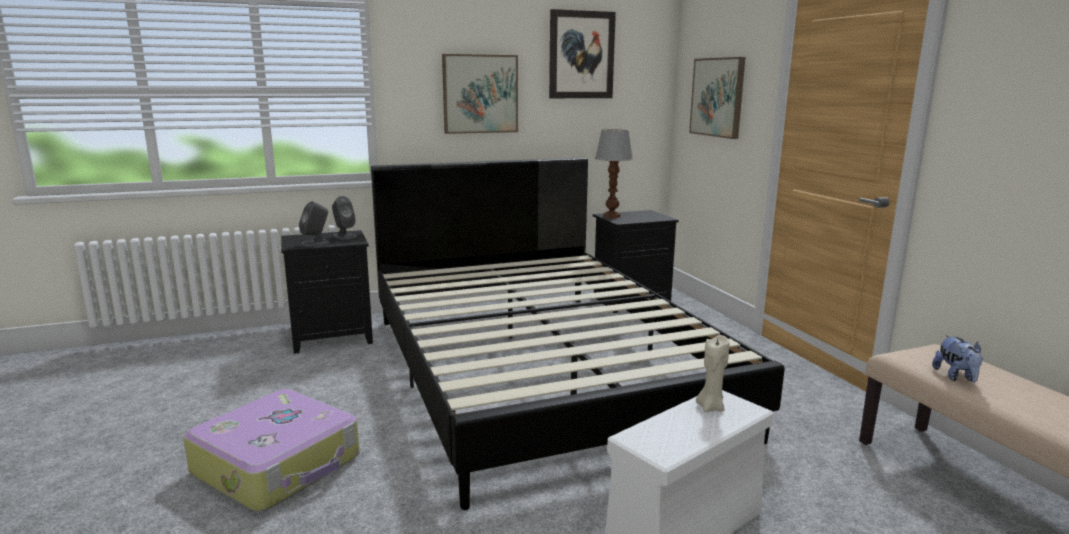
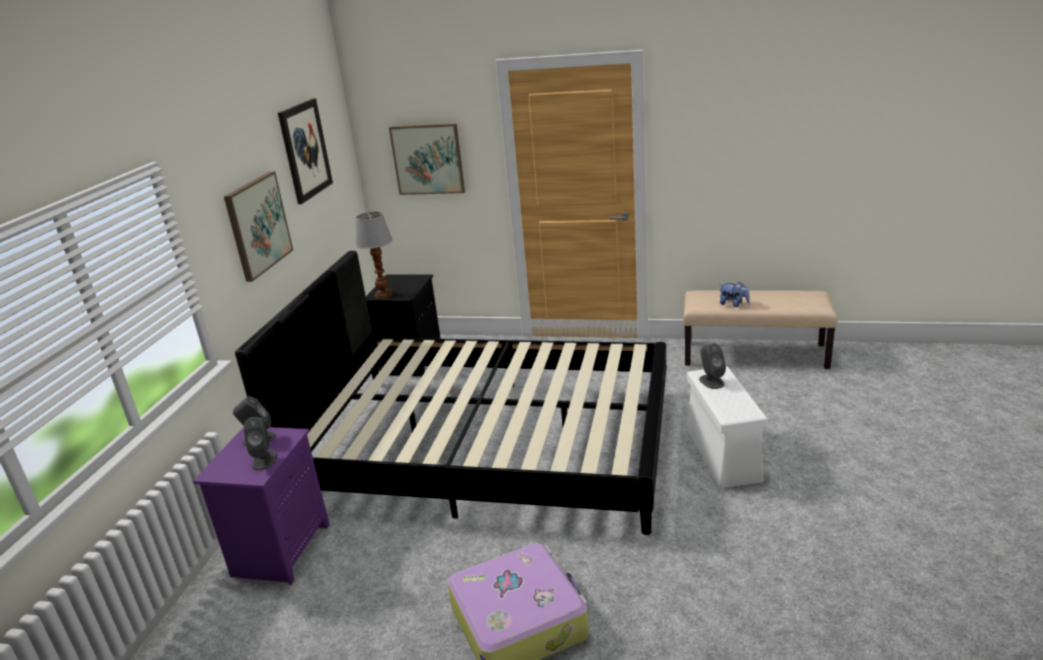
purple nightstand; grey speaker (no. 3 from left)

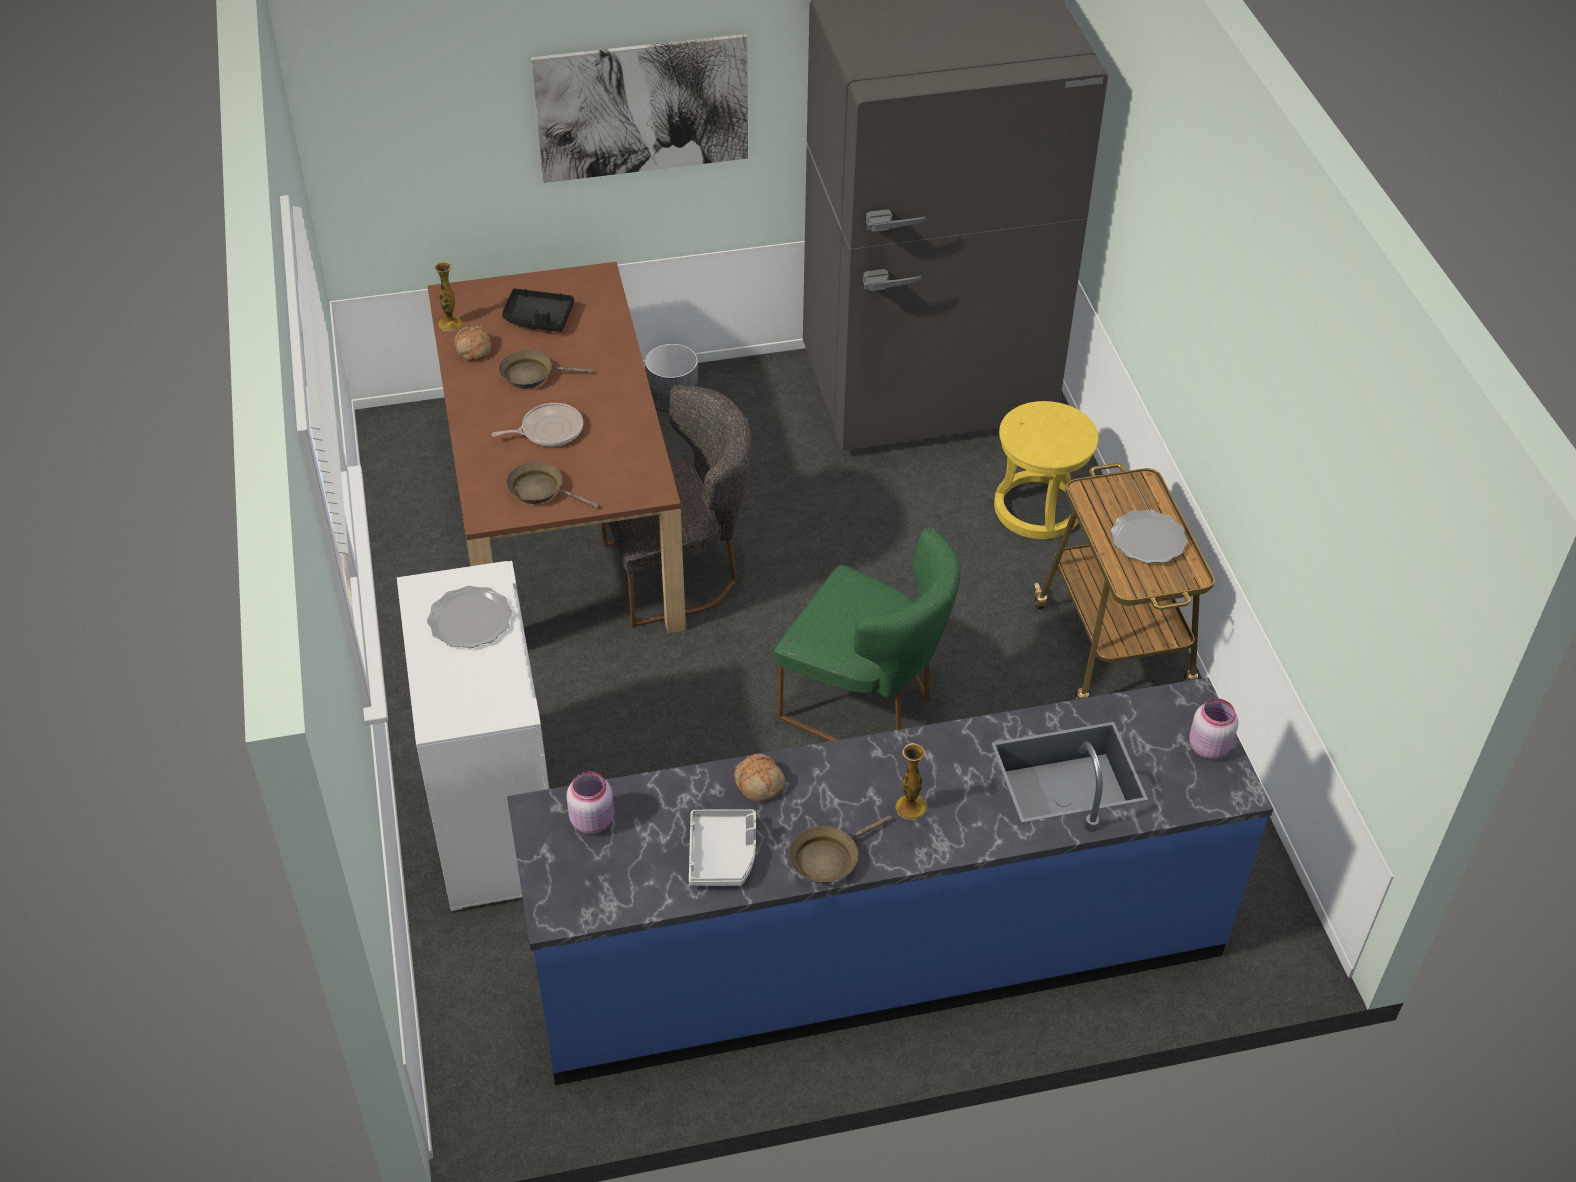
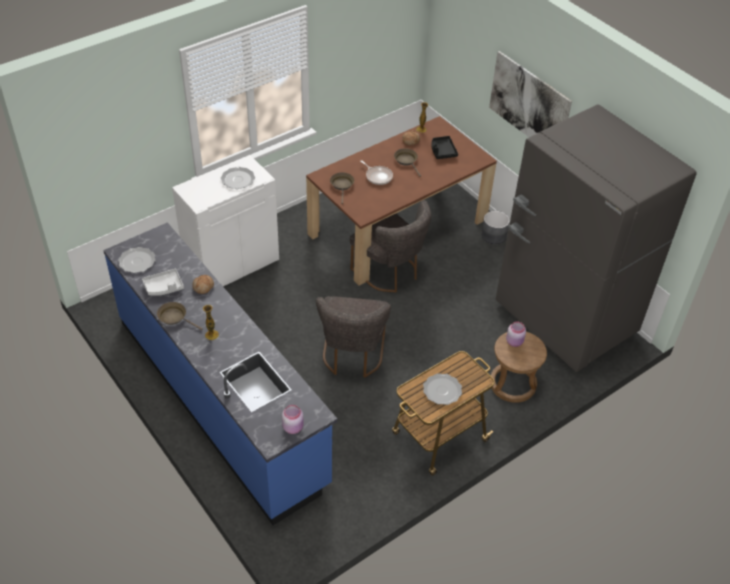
plate (no. 1 from left); grey chair (no. 1 from left); brown stool; pink jar (no. 2 from left)

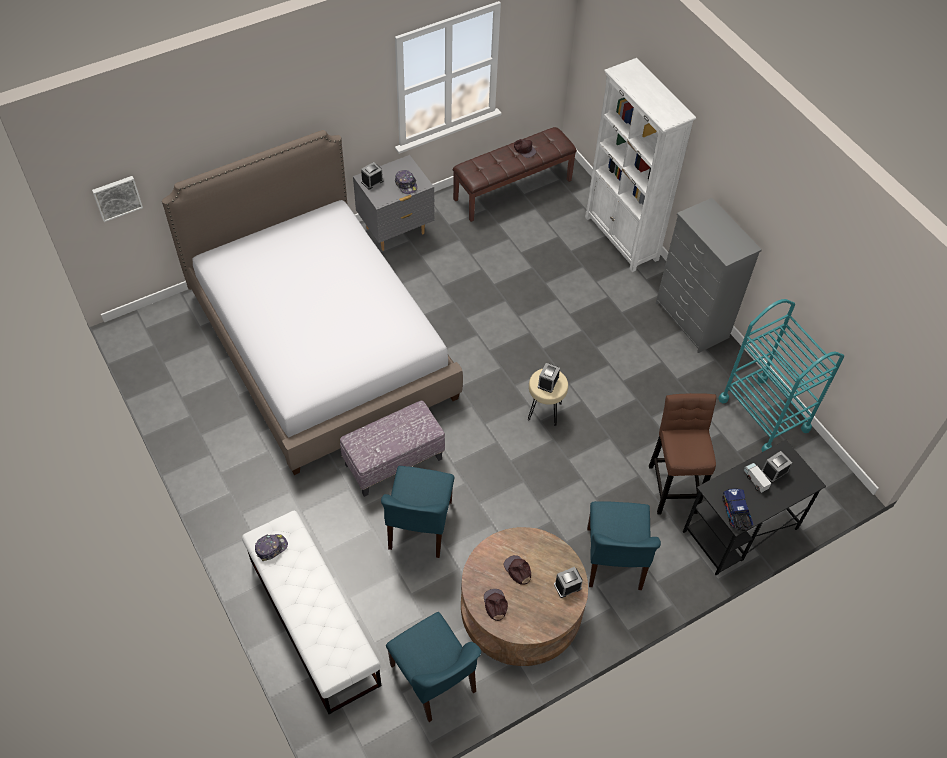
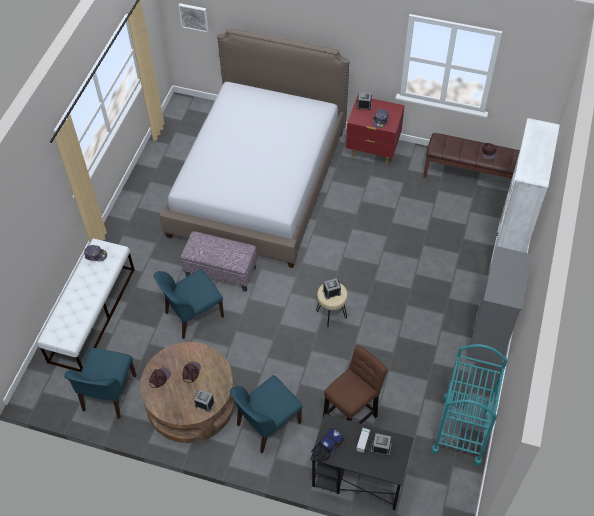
red nightstand

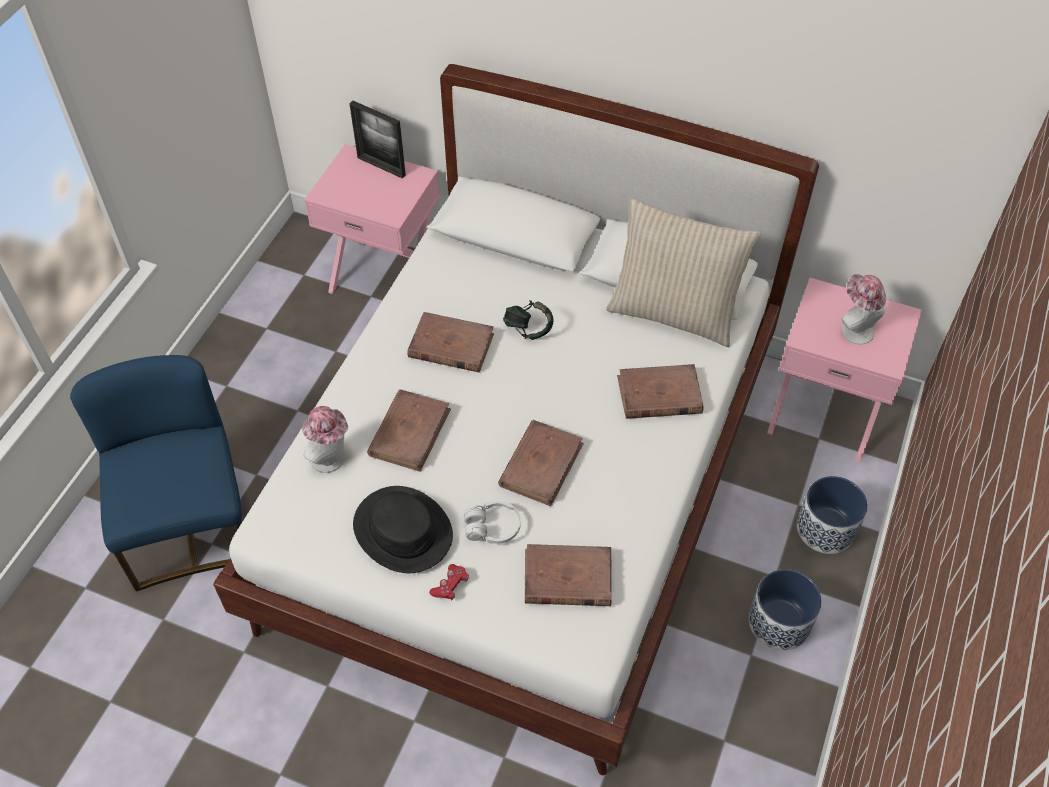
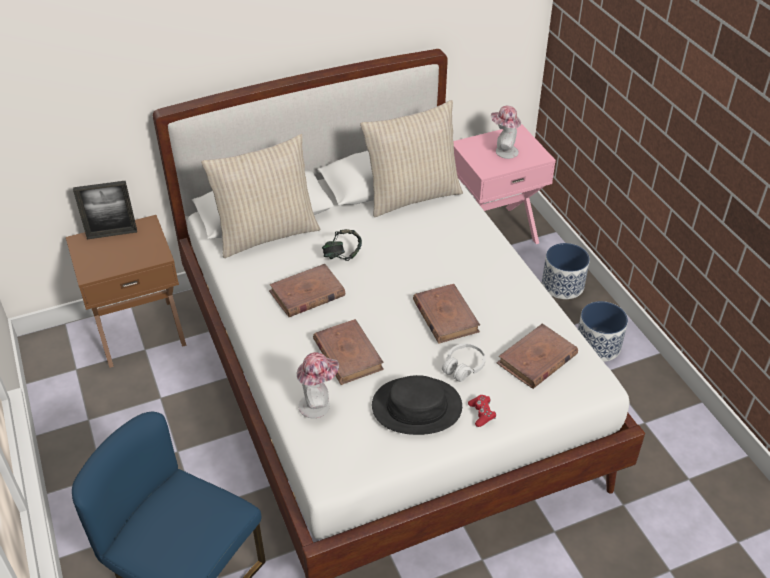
brown nightstand; beige pillow (no. 1 from left); brown book (no. 5 from left in the first image)

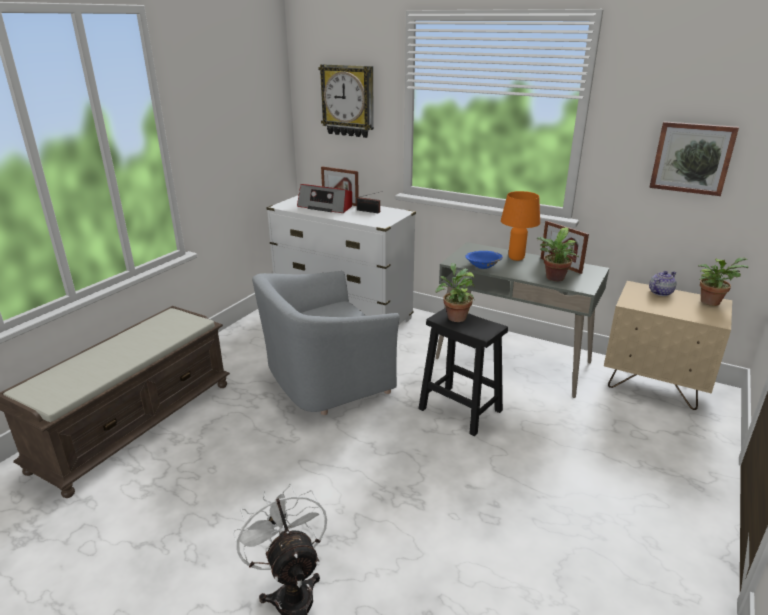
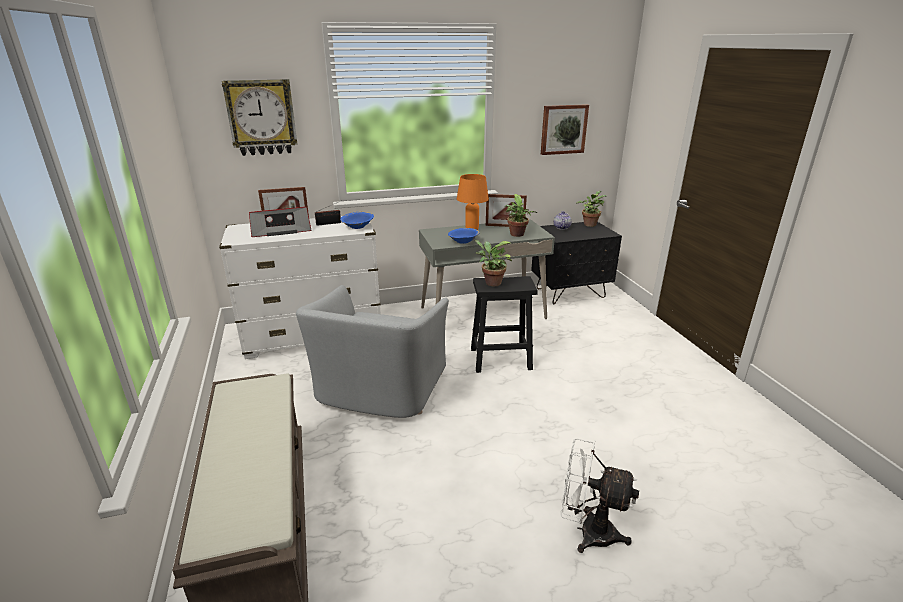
blue bowl (no. 1 from left); black nightstand

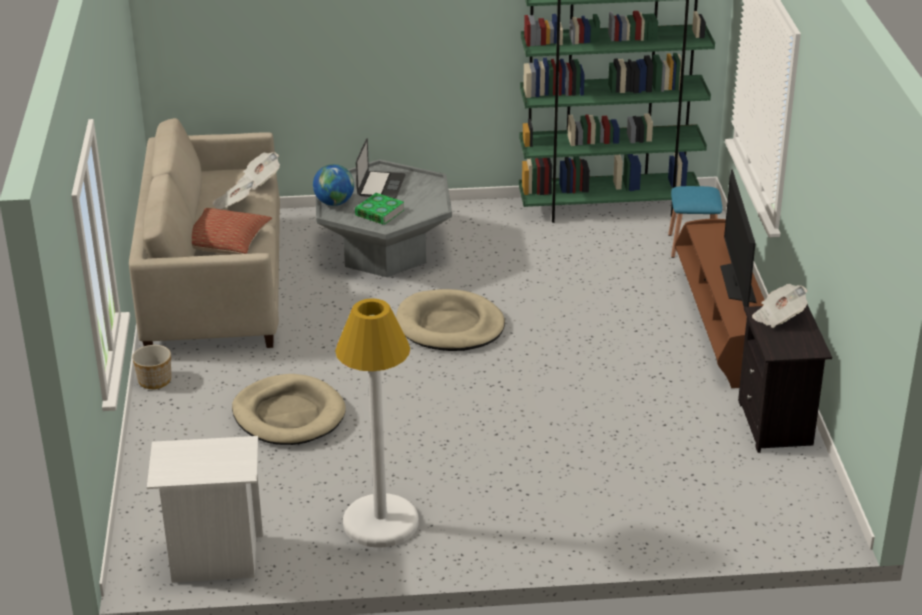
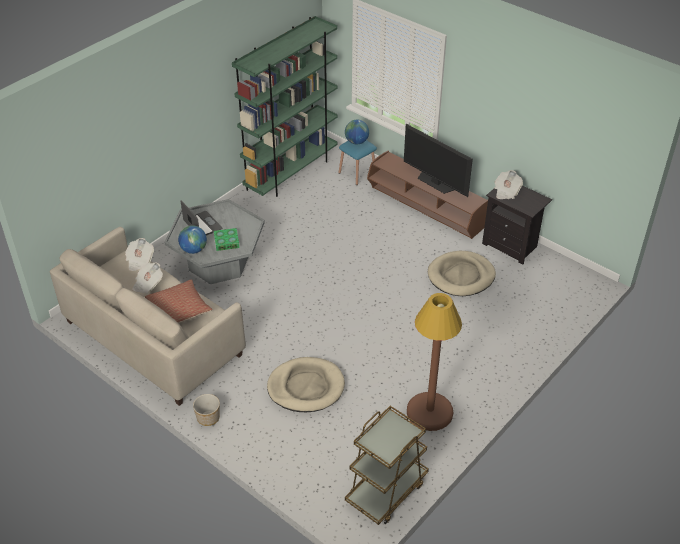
globe (no. 2 from left); brown cart; brown floor lamp; beige dog bed (no. 2 from left)

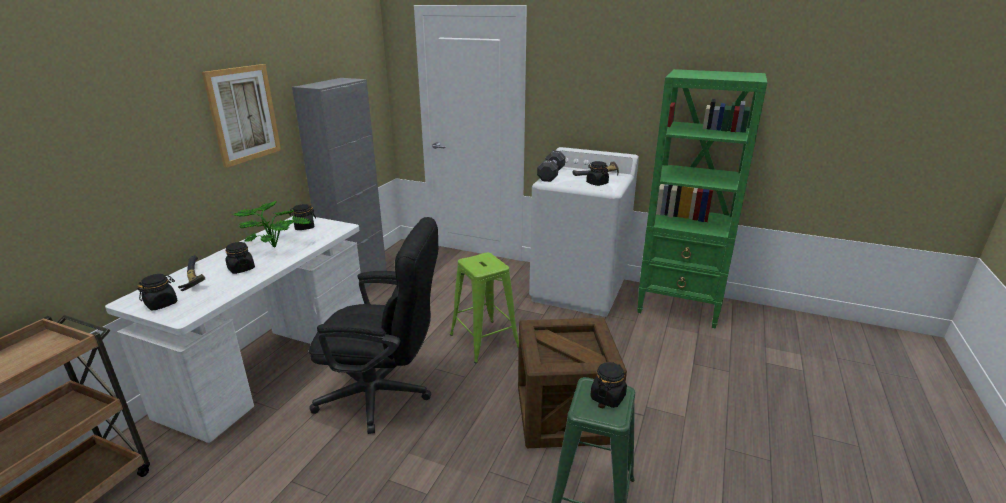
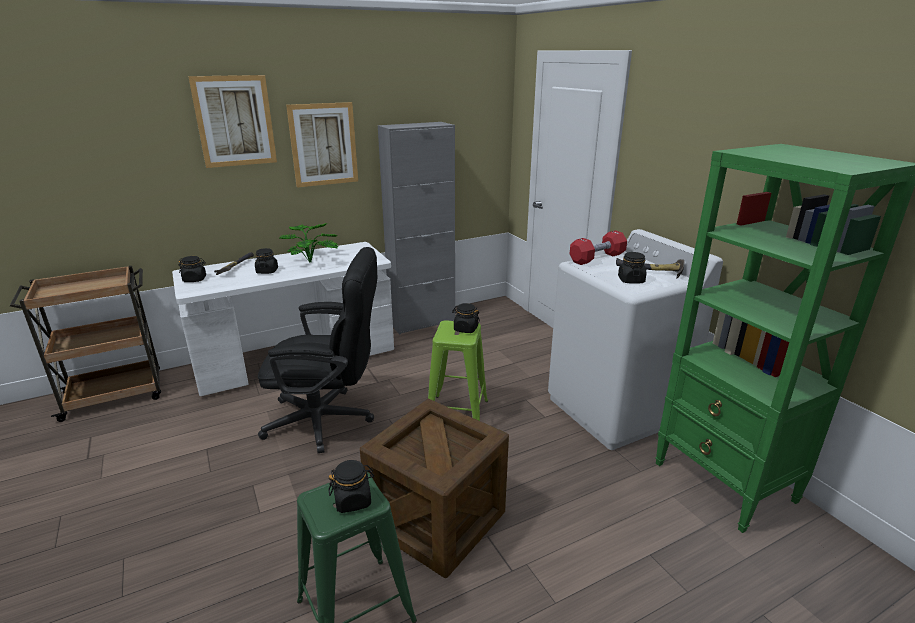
picture (no. 1 from left); black office chair; black jar (no. 4 from left); red dumbbell

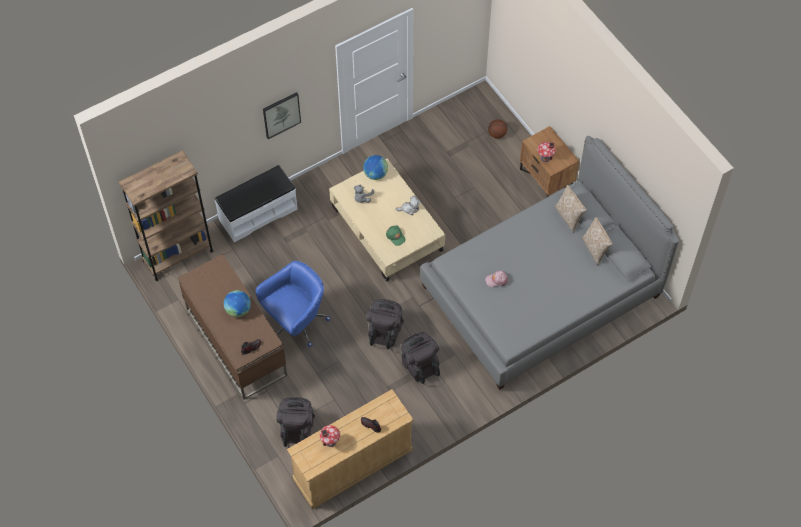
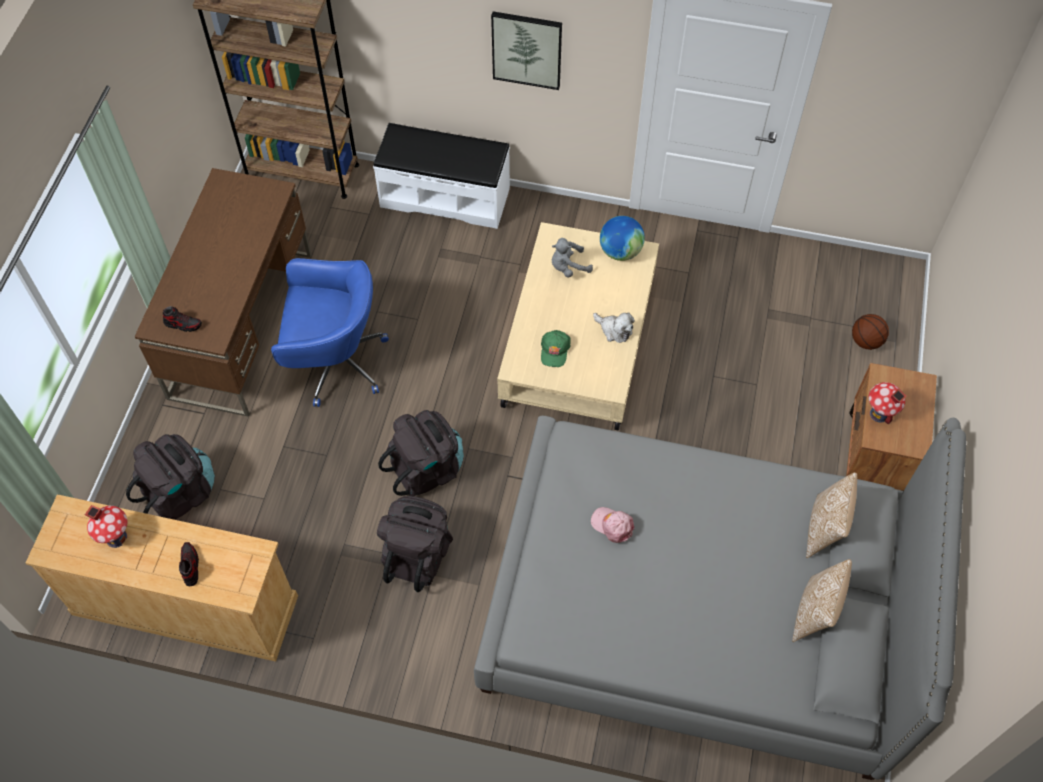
globe (no. 1 from left in the first image)

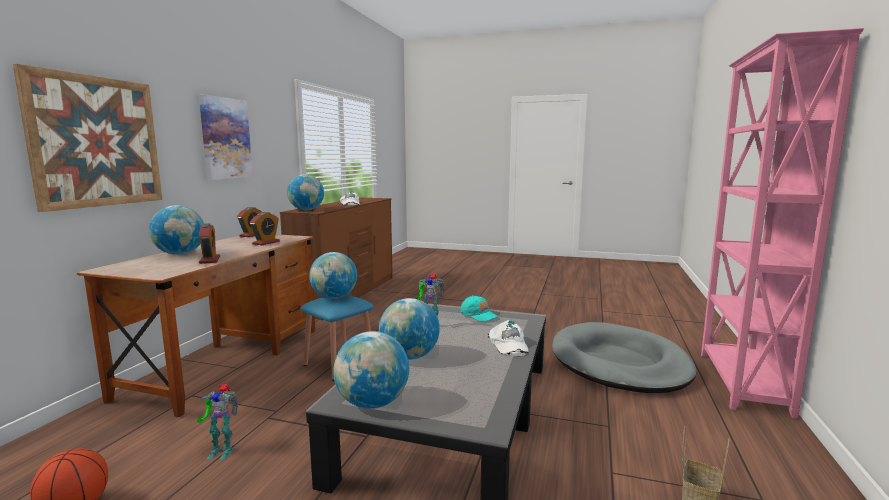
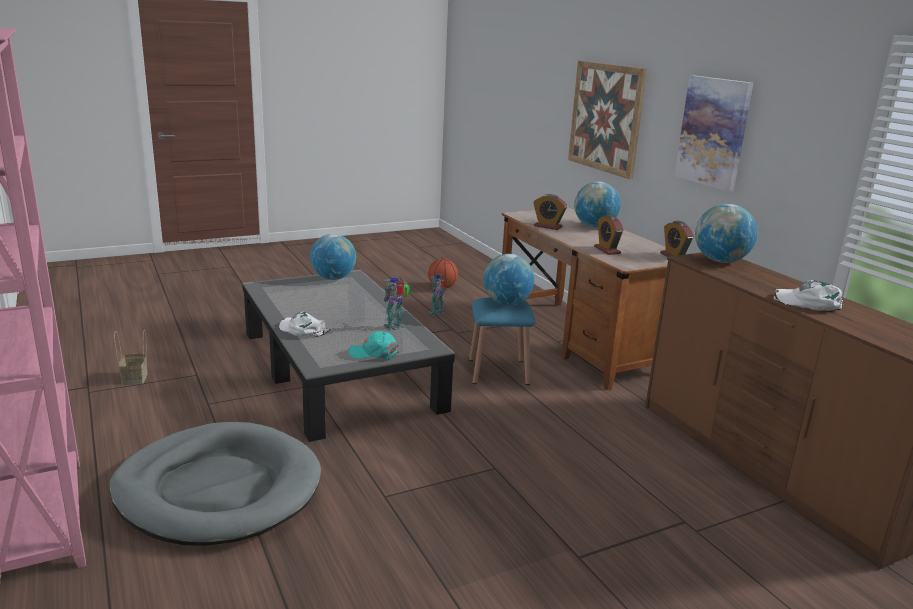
globe (no. 5 from left in the first image)

